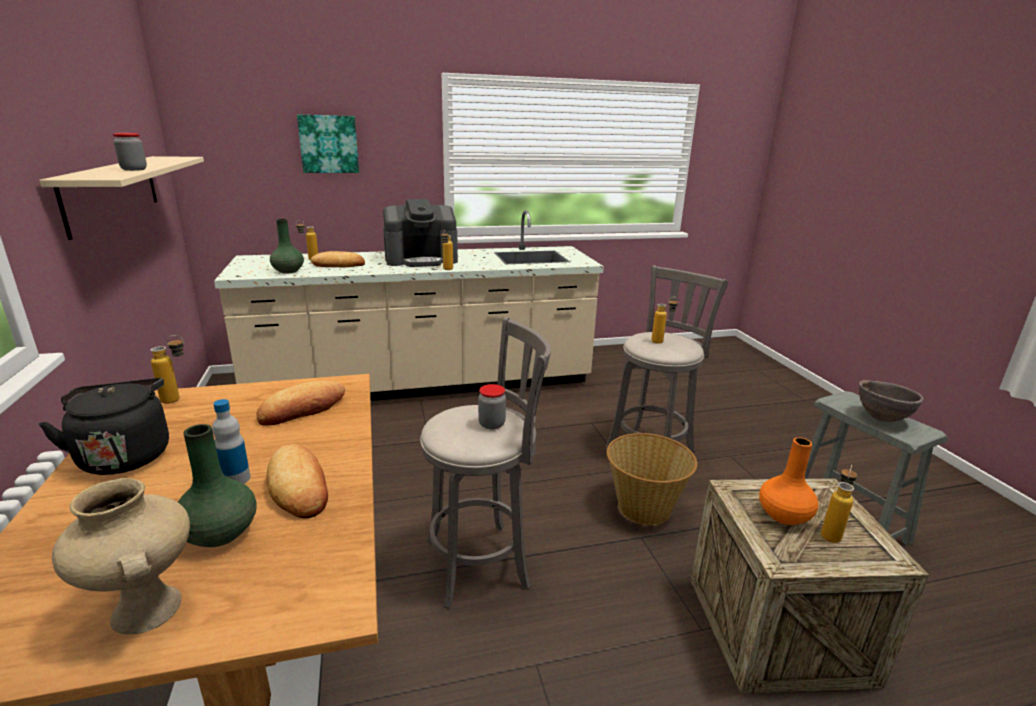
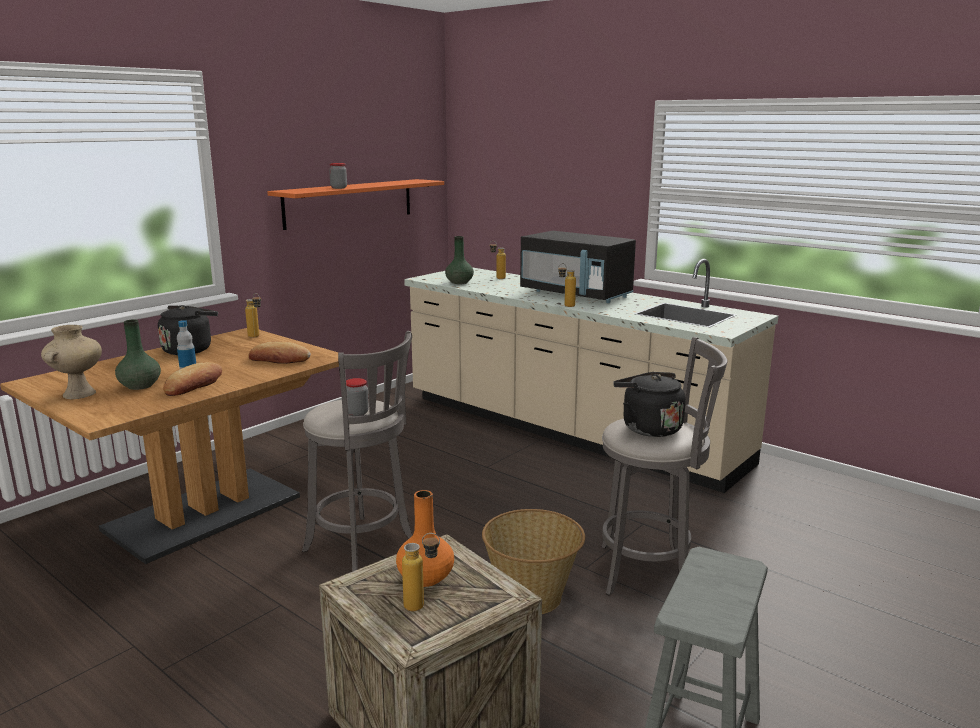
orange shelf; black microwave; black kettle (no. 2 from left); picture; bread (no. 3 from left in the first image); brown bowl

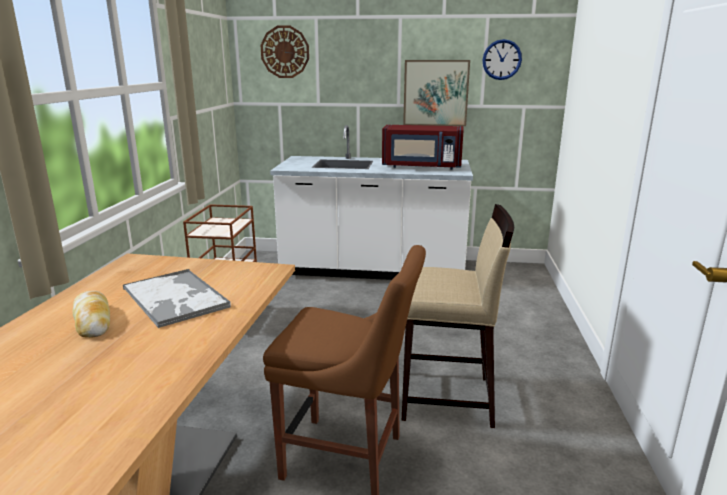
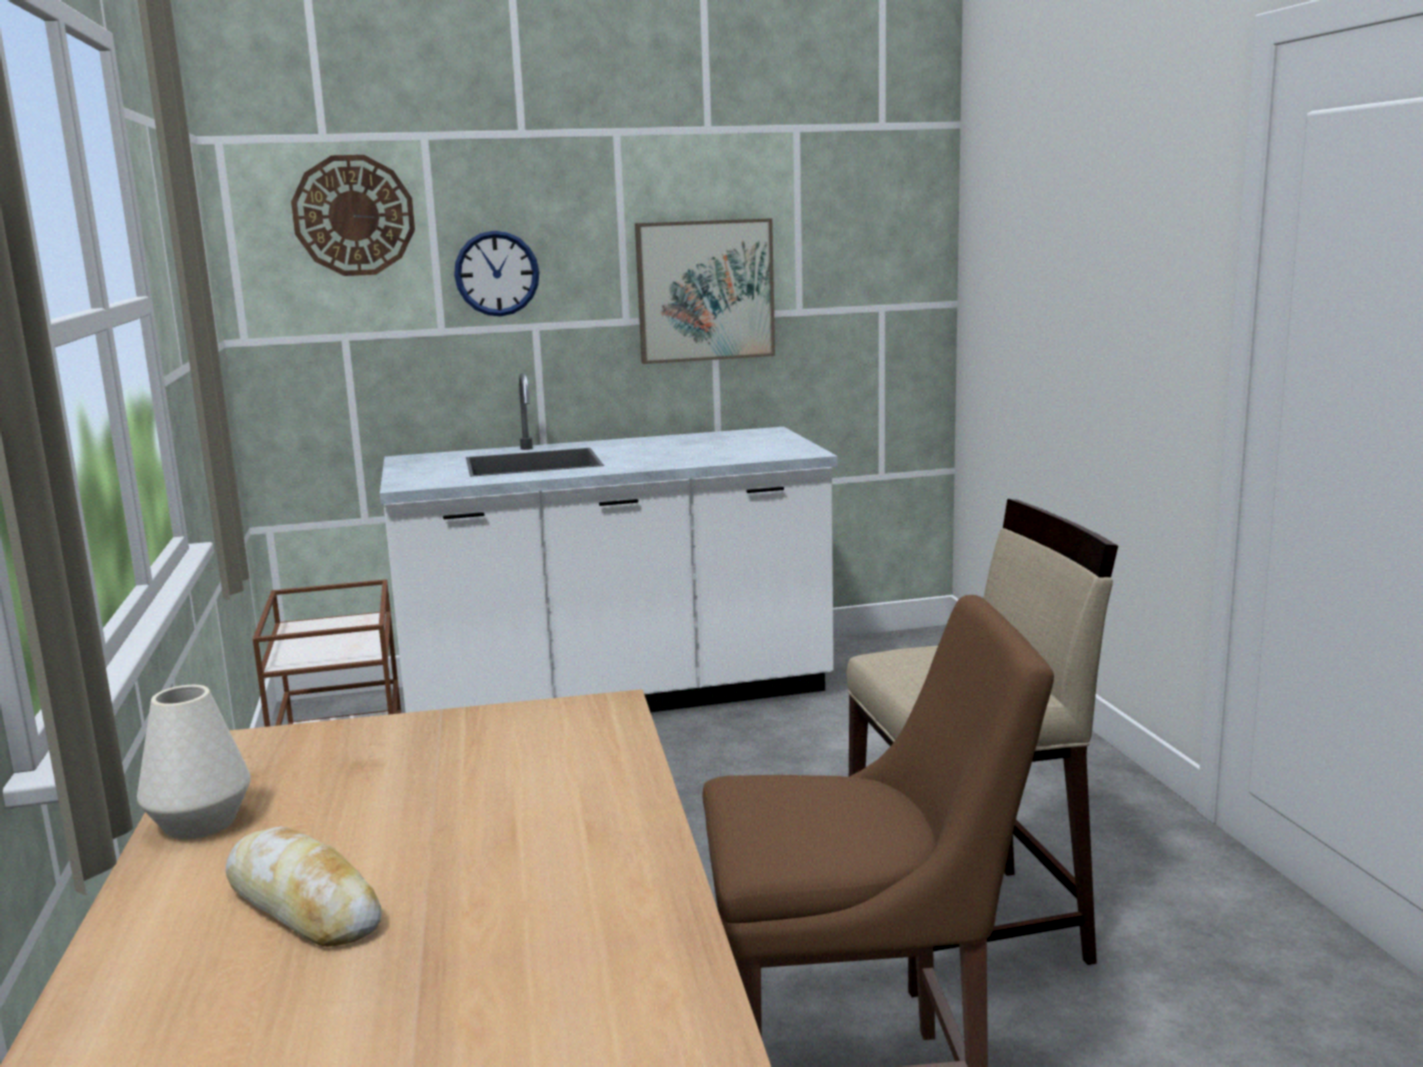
white vase; wall clock (no. 2 from left); tray; red microwave

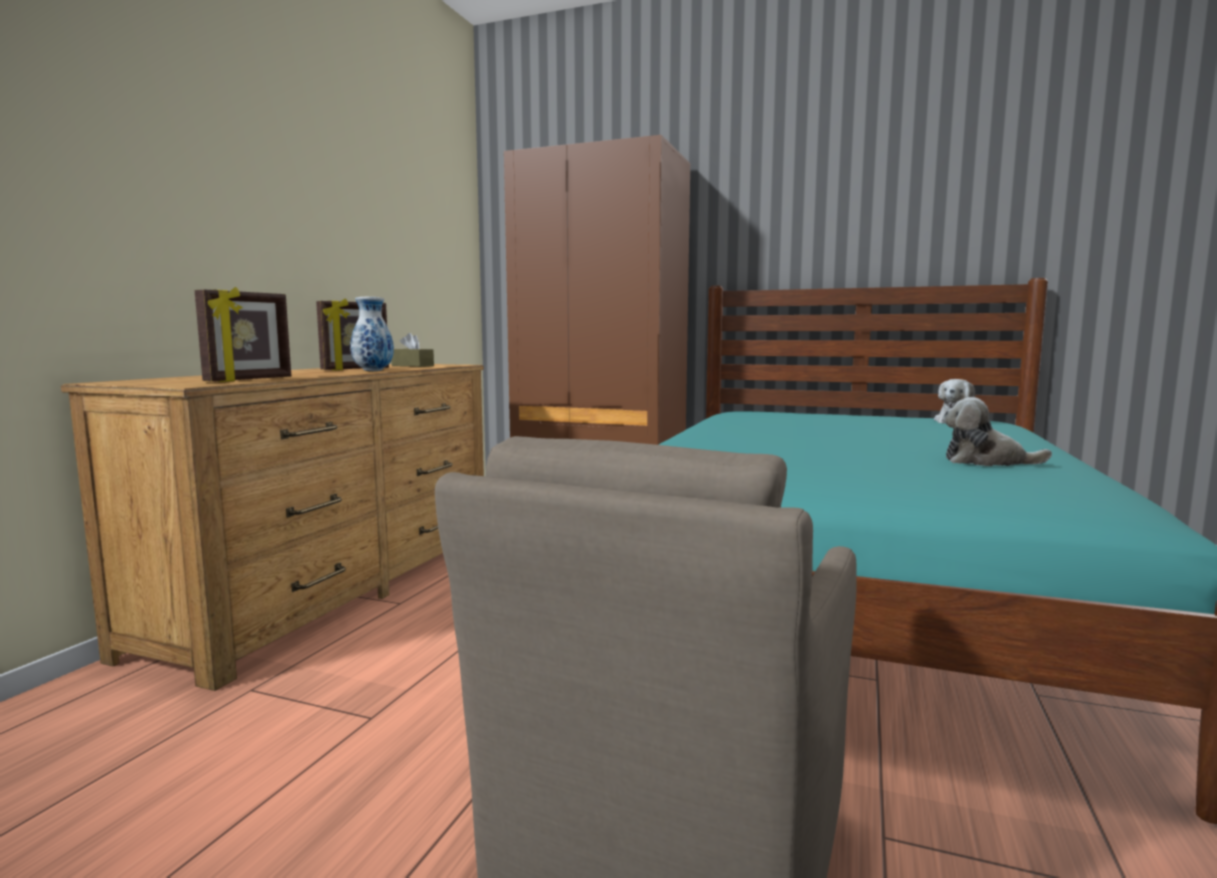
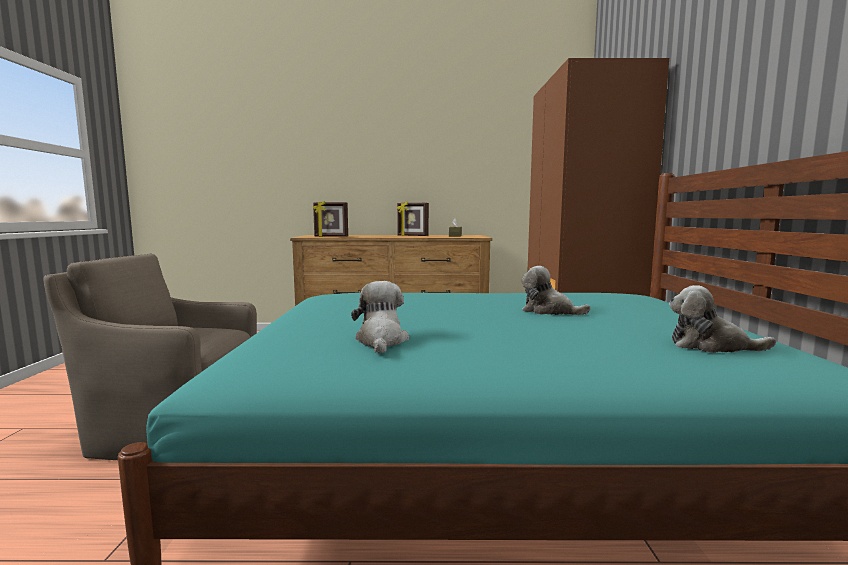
plush toy (no. 2 from left); vase

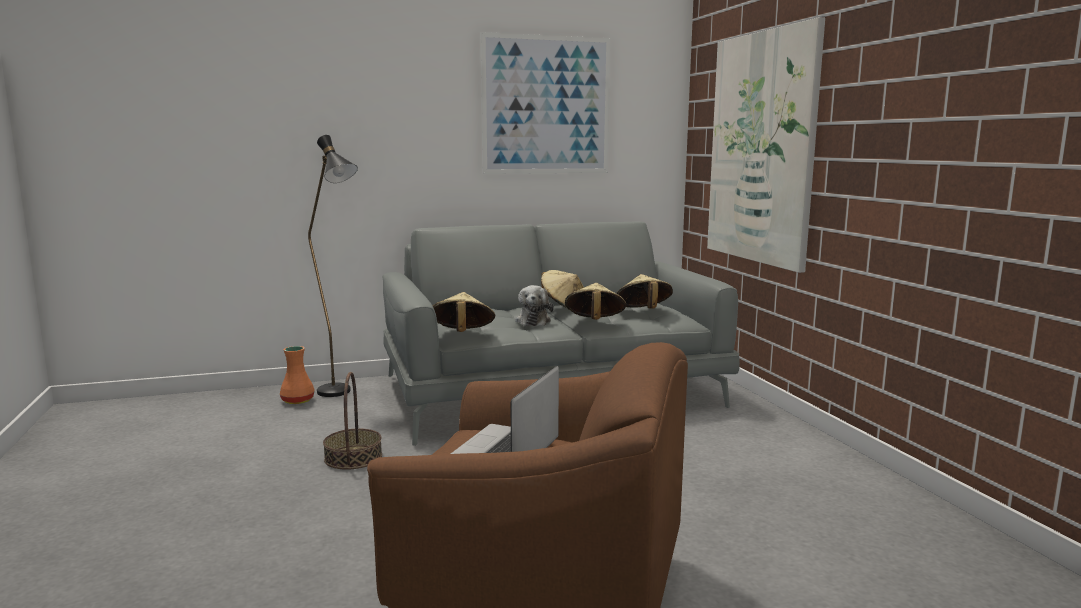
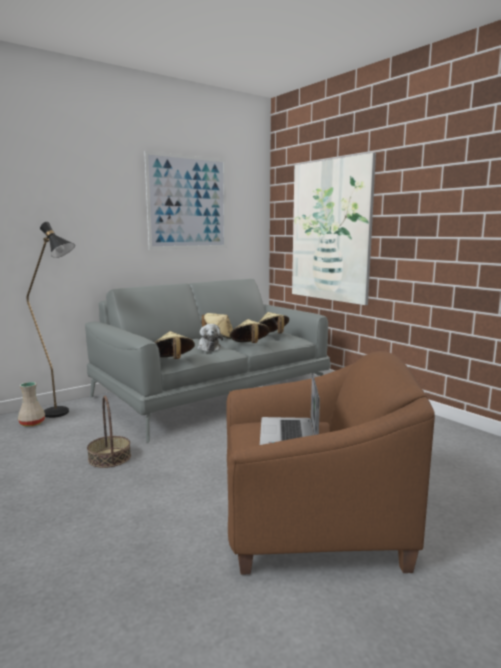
beige vase

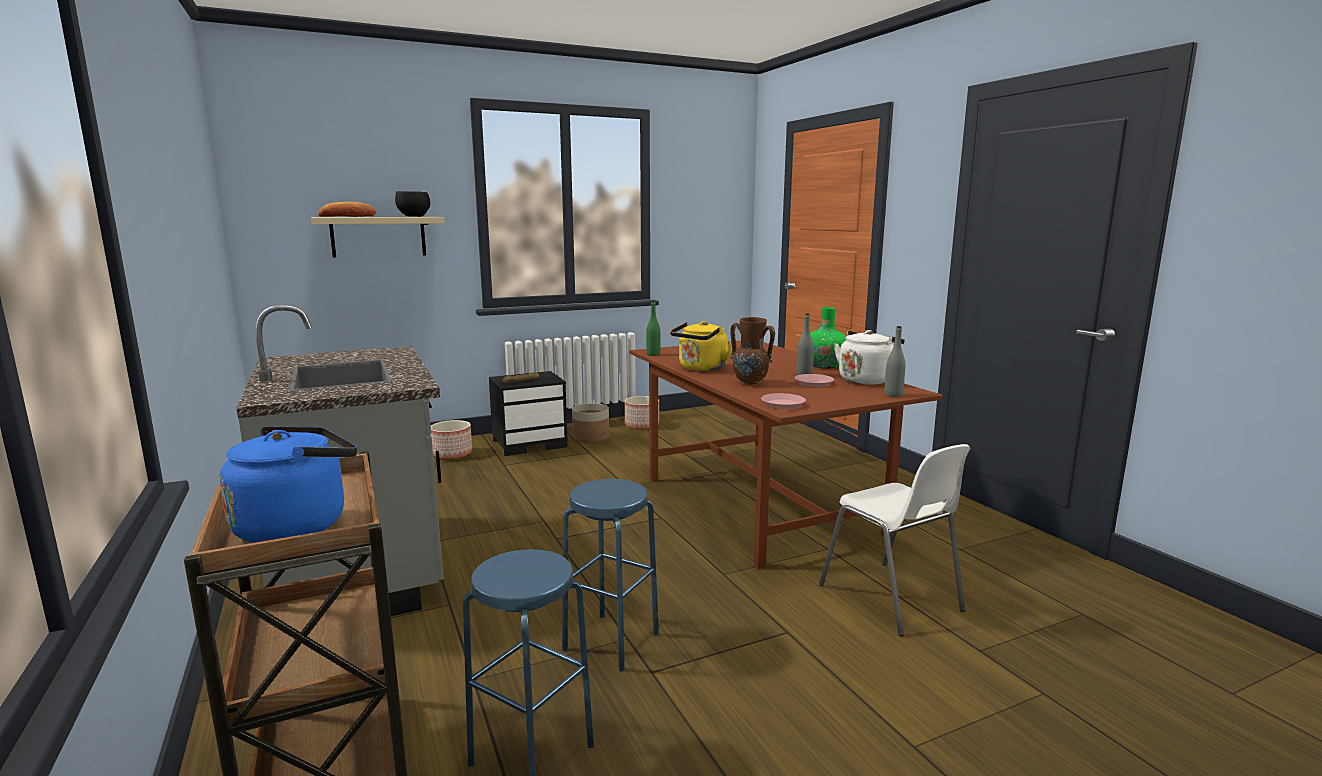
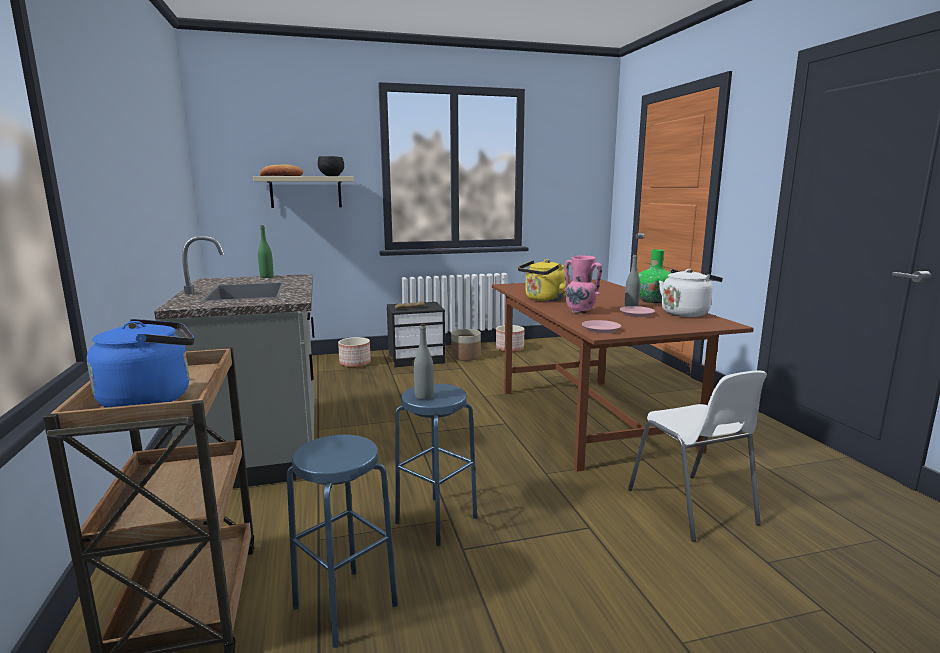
green bottle; grey bottle (no. 1 from left); pink vase

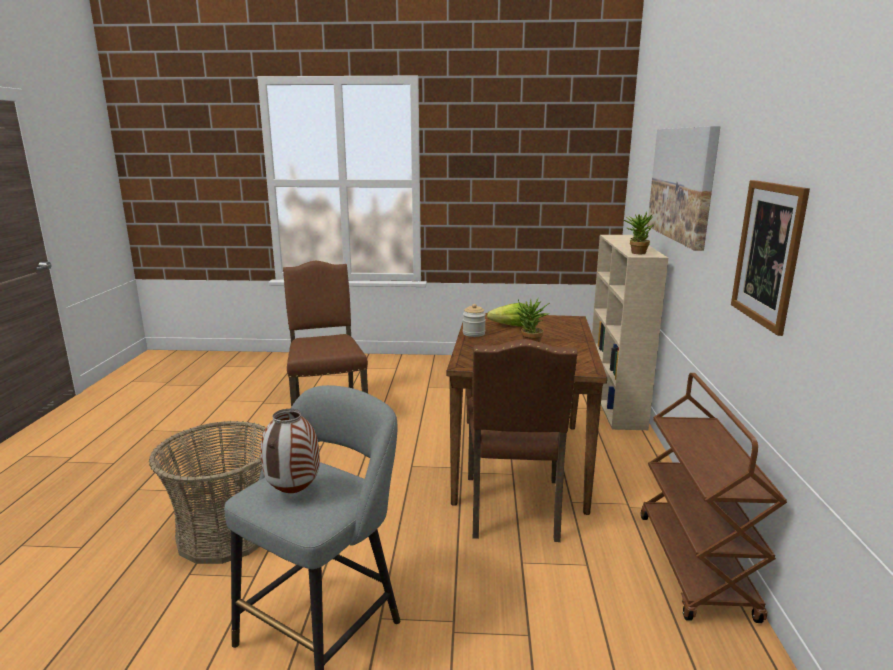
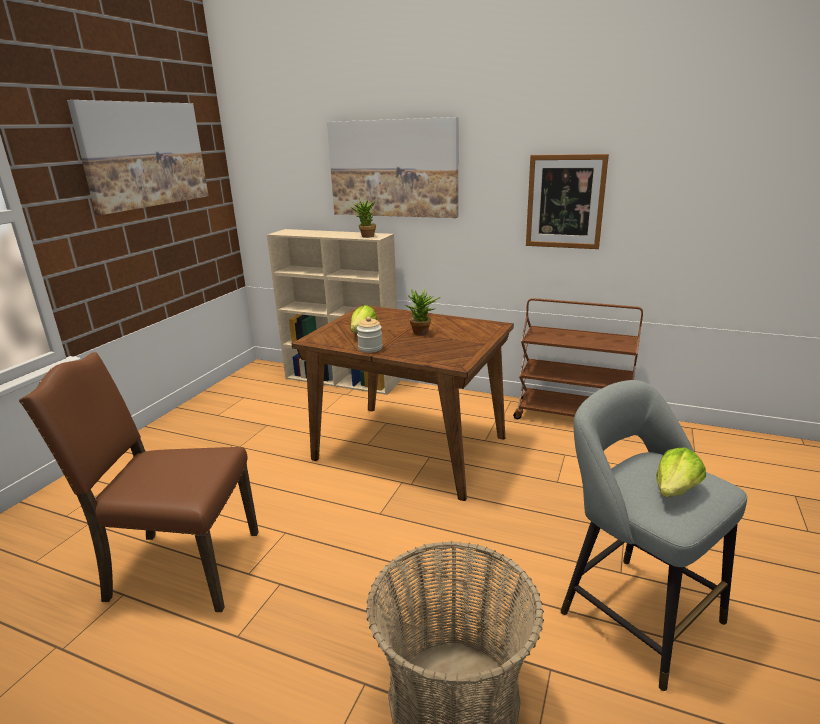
picture (no. 1 from left); lettuce (no. 2 from left); brown chair (no. 2 from left in the first image)

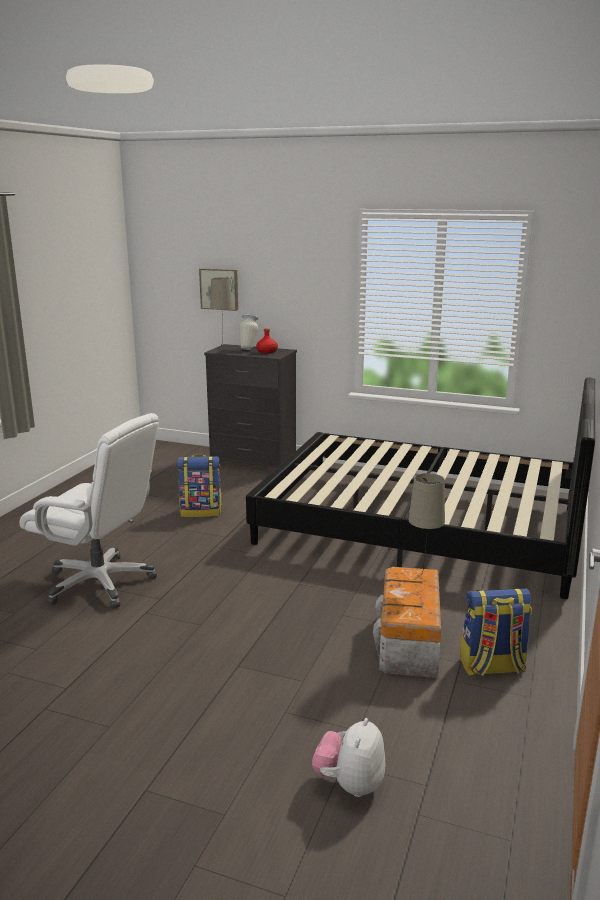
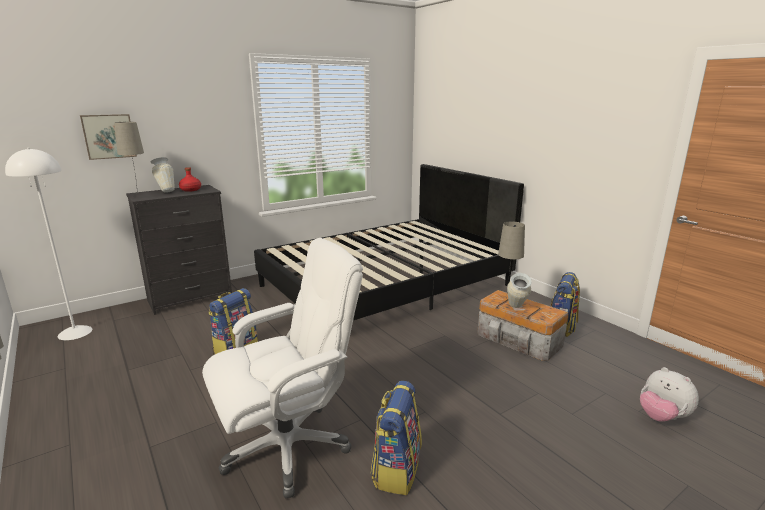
white floor lamp; backpack (no. 2 from left); vase (no. 2 from left)

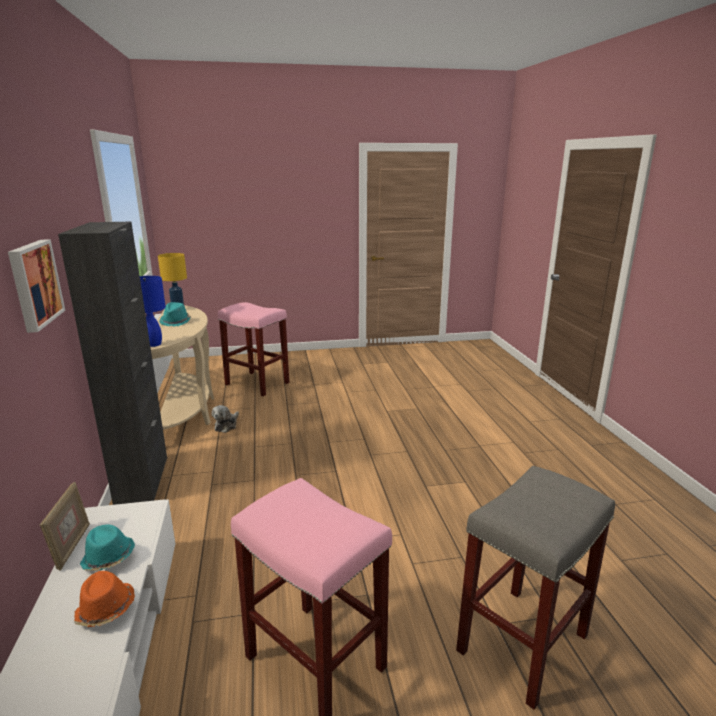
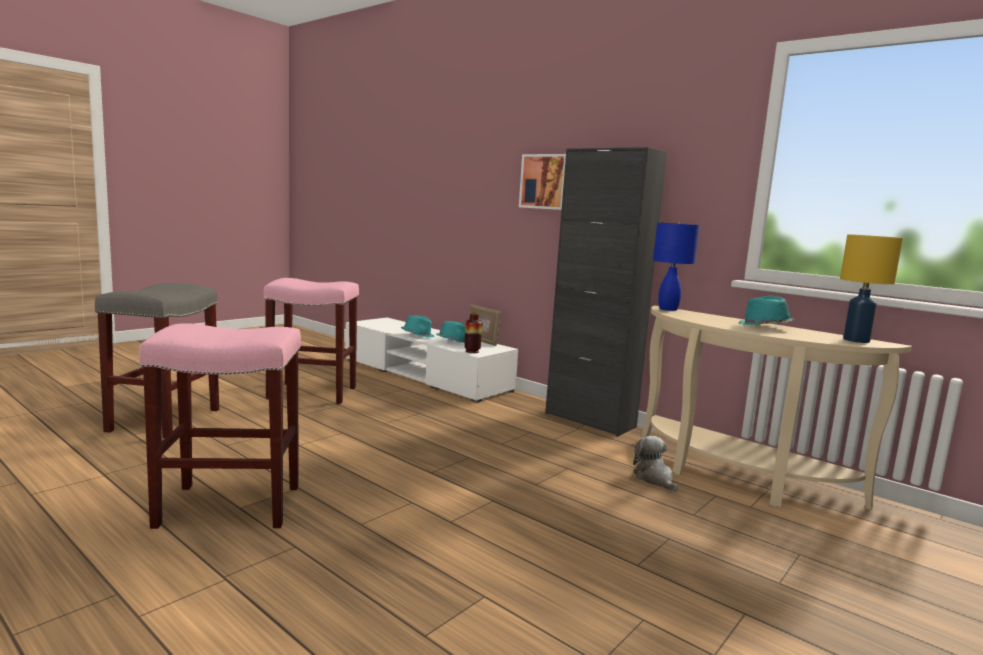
pink stool (no. 1 from left); turquoise hat (no. 1 from left); vase

